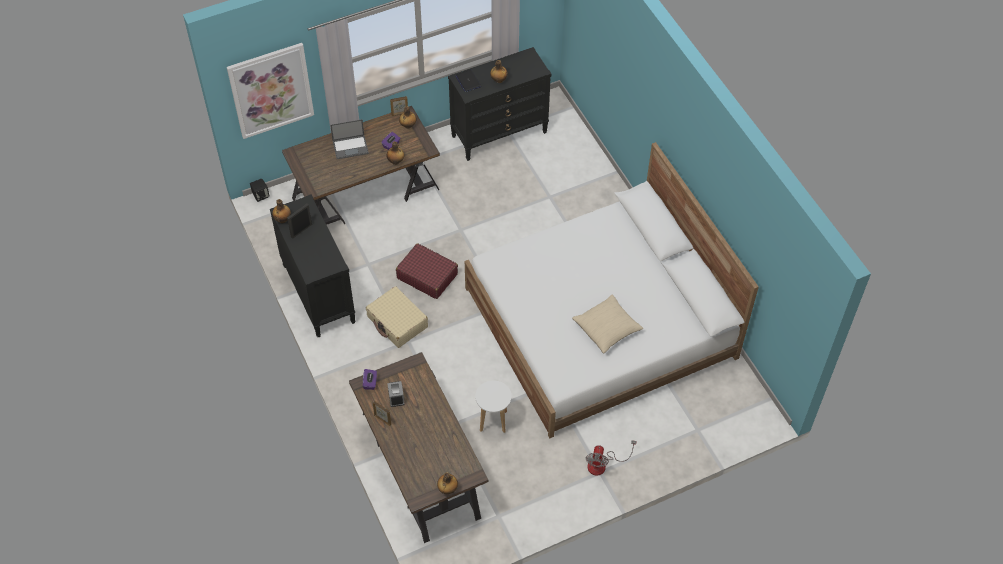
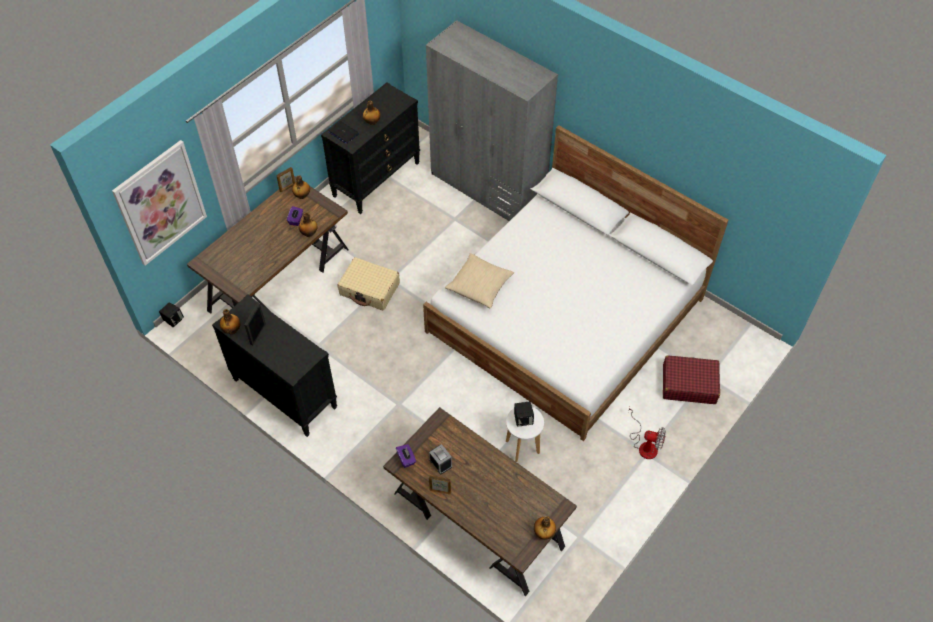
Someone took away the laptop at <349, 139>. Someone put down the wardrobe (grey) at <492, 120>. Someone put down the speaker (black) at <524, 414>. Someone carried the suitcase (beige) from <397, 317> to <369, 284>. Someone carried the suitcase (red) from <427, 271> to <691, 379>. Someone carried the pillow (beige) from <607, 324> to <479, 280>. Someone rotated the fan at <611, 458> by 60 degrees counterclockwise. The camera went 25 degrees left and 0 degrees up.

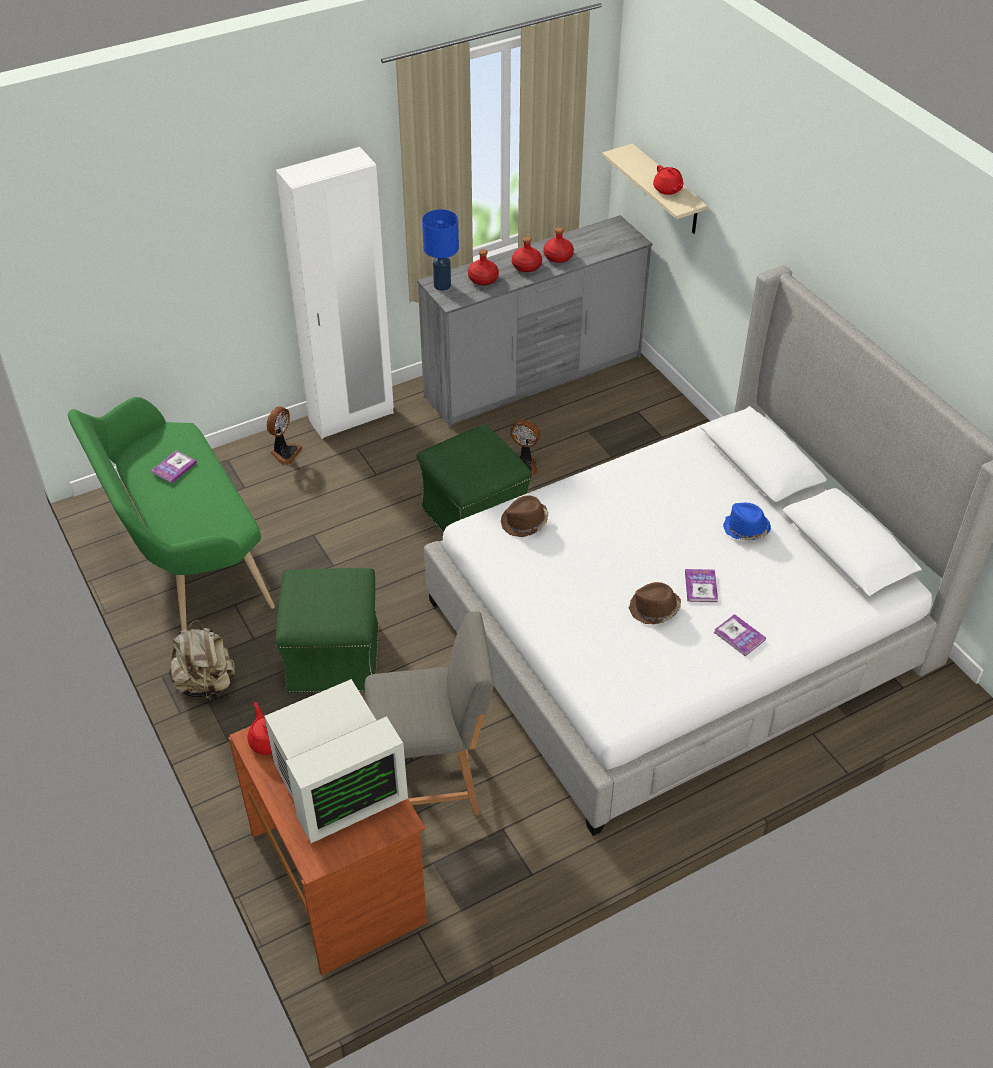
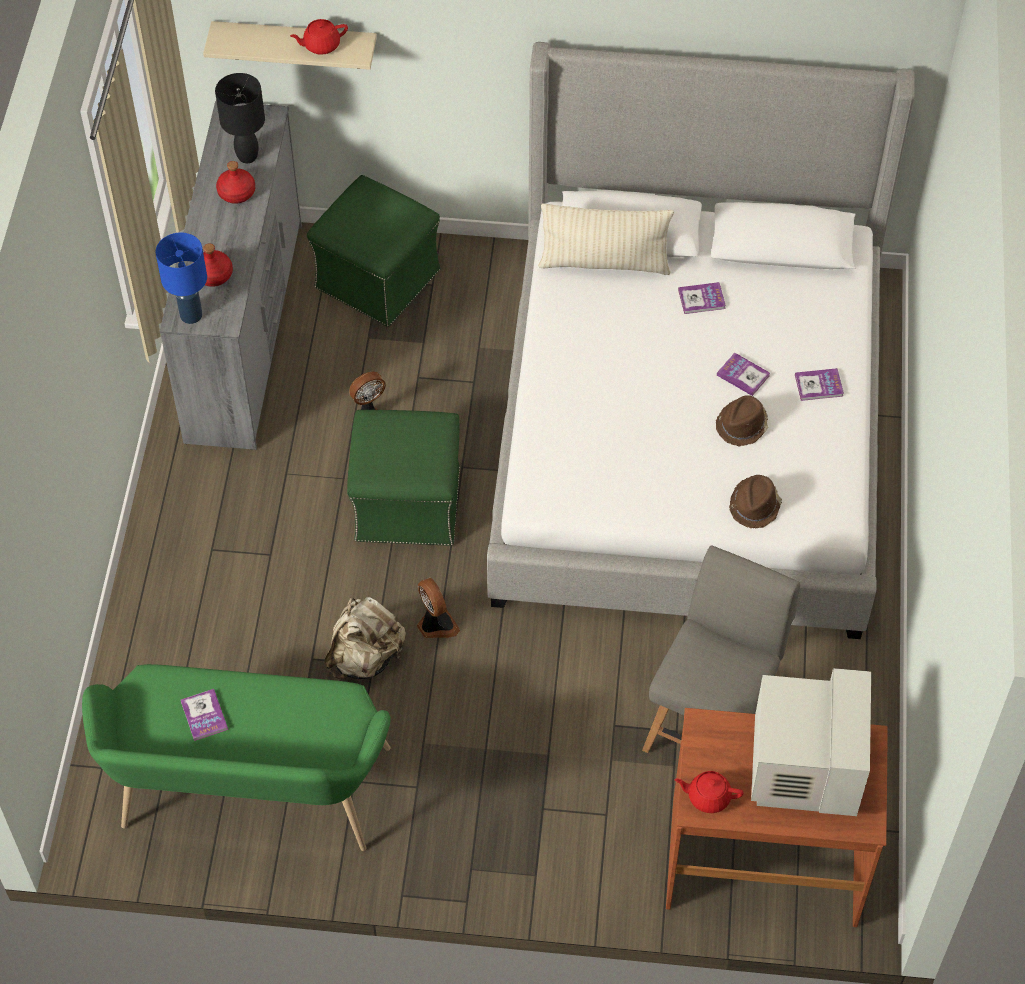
Someone took away the wardrobe (white) at <335, 293>. Someone took away the bottle (red) at <527, 254>. Someone put down the table lamp (black) at <240, 118>. Someone put down the pillow (beige) at <606, 239>. Someone carried the backpack (beige) from <201, 661> to <365, 638>. Someone carried the fan from <284, 435> to <438, 607>. Someone carried the ottoman (green) from <327, 630> to <373, 251>. Someone carried the hat (brown) from <524, 516> to <755, 501>. Someone swapped the hat (blue) at <747, 521> for the book at <702, 298>. Someone rotated the teapot (red) at <668, 180> by 150 degrees clockwise. The camera went 55 degrees left and 10 degrees up.

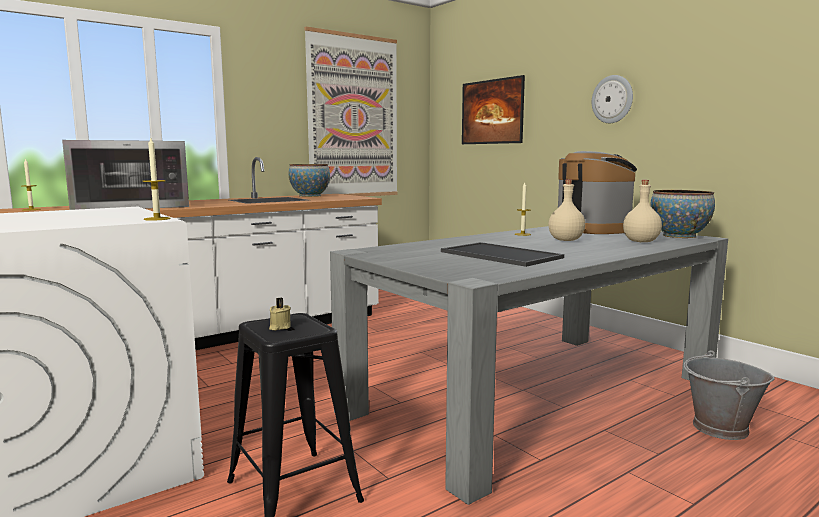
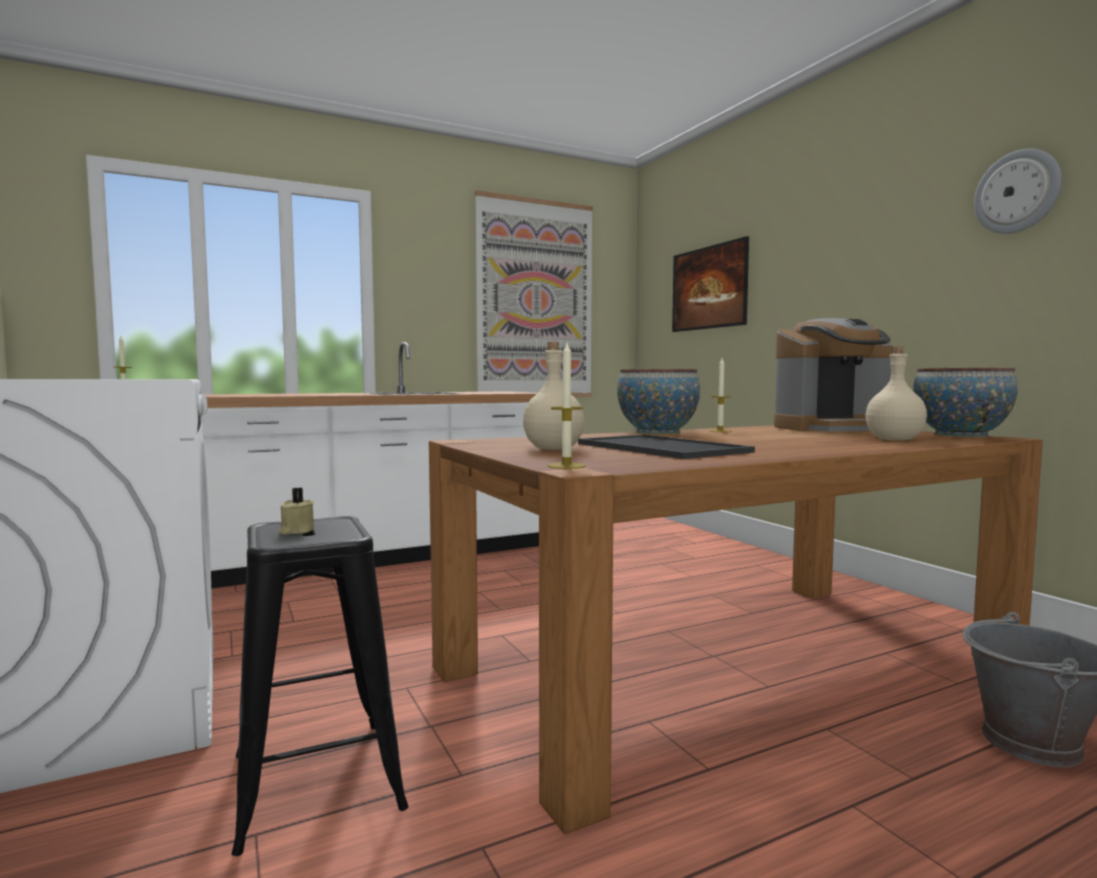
Someone took away the microwave at <125, 175>. Someone carried the candle from <157, 179> to <567, 406>. Someone carried the bowl from <309, 180> to <658, 402>. Someone carried the bottle (beige) from <567, 210> to <553, 396>. Someone carried the wall clock from <612, 99> to <1018, 191>. Someone repainted the dining table (grey) at <529, 365>, which became the dining table (brown) at <736, 629>. Someone rotated the coffee machine at <597, 192> by 90 degrees clockwise. The camera went 10 degrees right and 5 degrees down.

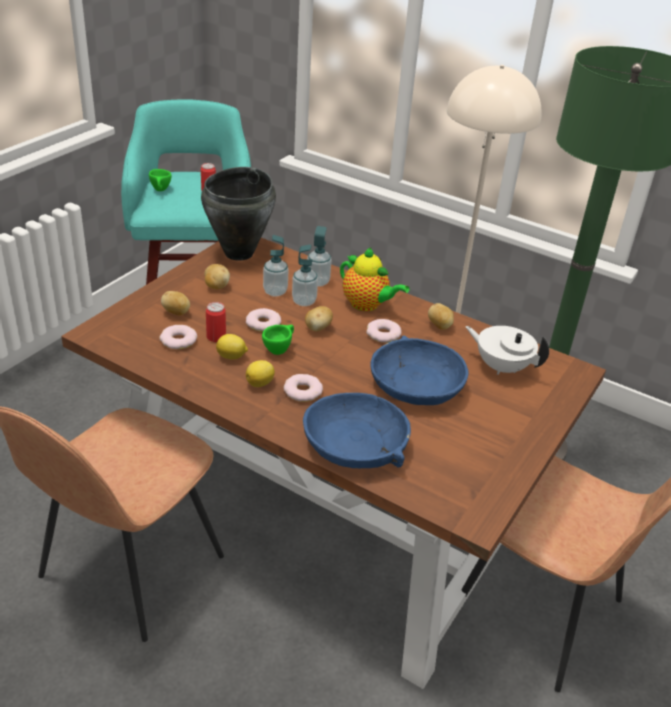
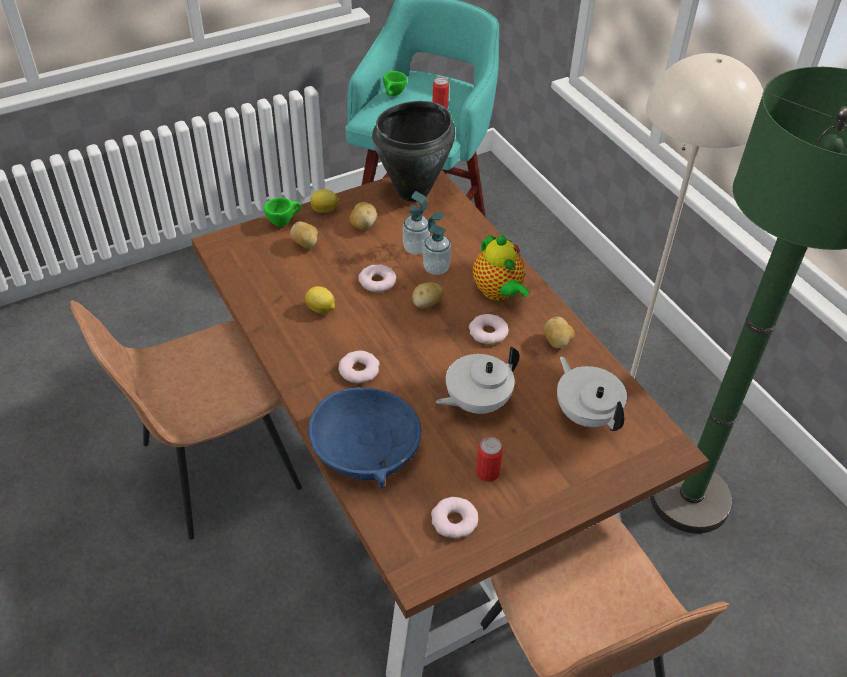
Someone took away the soap dispenser at <319, 256>. Someone carried the donut from <178, 337> to <454, 517>. Someone carried the can from <216, 322> to <489, 459>. Someone carried the lemon from <260, 373> to <325, 201>. Someone carried the cup (green) from <278, 340> to <282, 212>. Someone swapped the bowl (blue) at <419, 370> for the teapot (white) at <477, 380>. The camera went 30 degrees right and 10 degrees up.

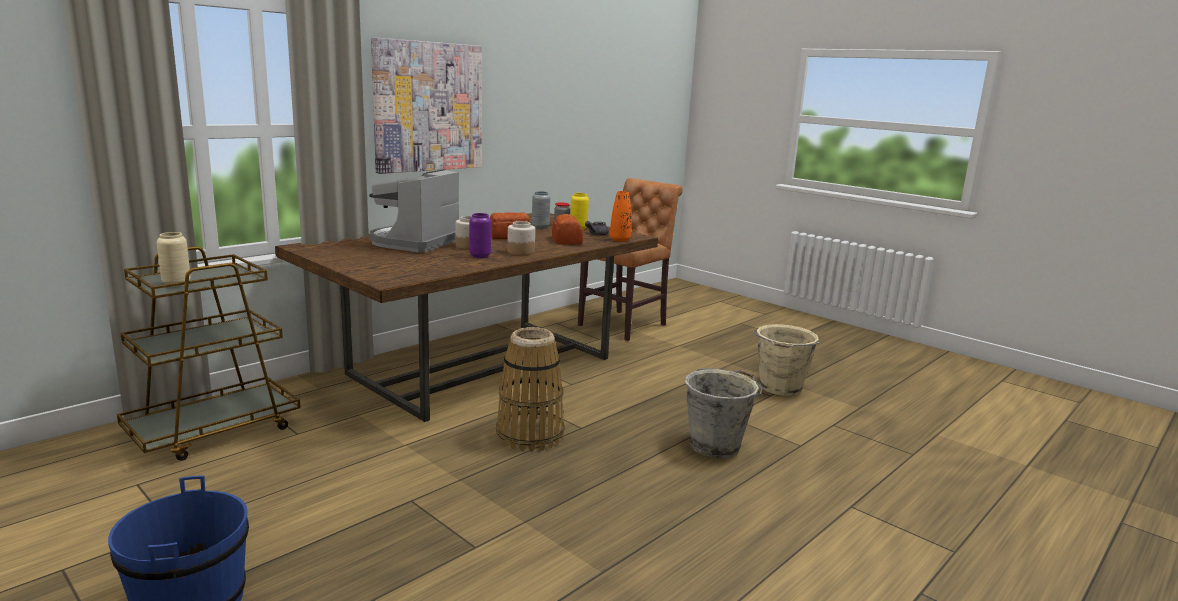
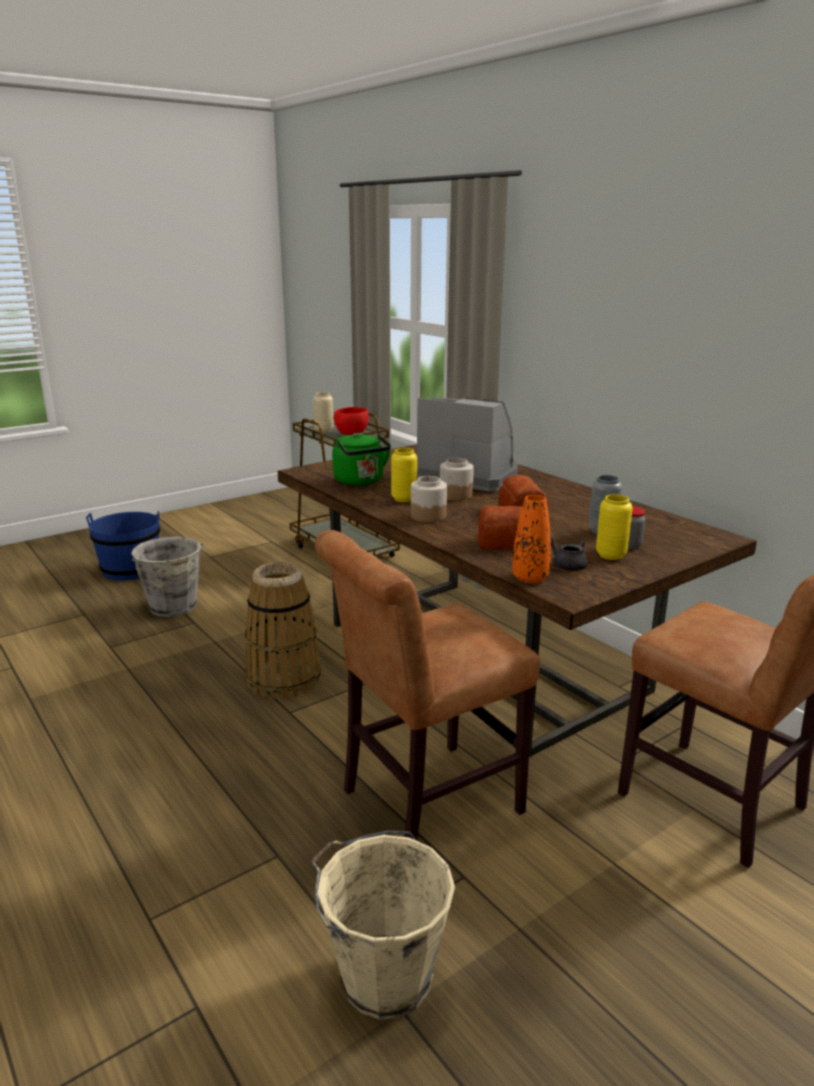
Someone took away the picture at <426, 105>. Someone put down the chair (brown) at <427, 685>. Someone put down the kettle (green) at <361, 459>. Someone put down the bowl (red) at <351, 421>. Someone carried the bucket (grey) from <723, 413> to <167, 577>. Someone repainted the vase (purple) at <480, 235>, which became the vase (yellow) at <404, 475>. The camera went 100 degrees right and 5 degrees up.

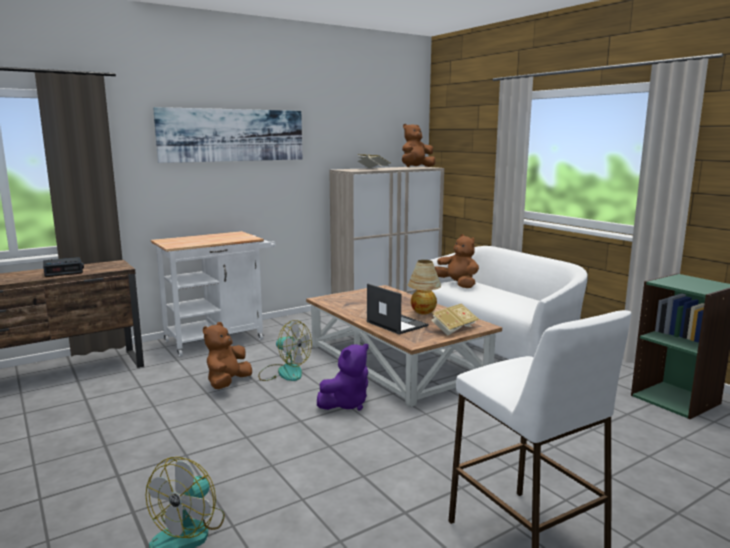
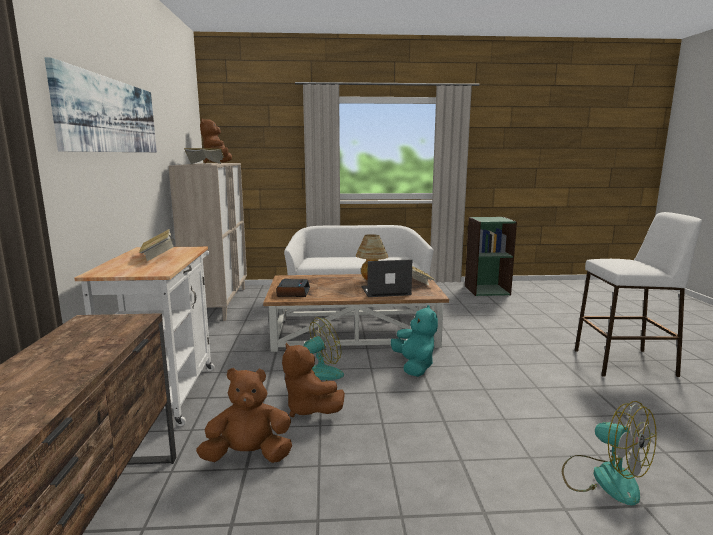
Someone put down the book at <157, 245>. Someone carried the alarm clock from <63, 267> to <293, 288>. Someone carried the plush toy (brown) from <456, 261> to <244, 415>. Someone repainted the plush toy (purple) at <343, 377>, which became the plush toy (turquoise) at <414, 341>. The camera went 60 degrees left and 0 degrees up.

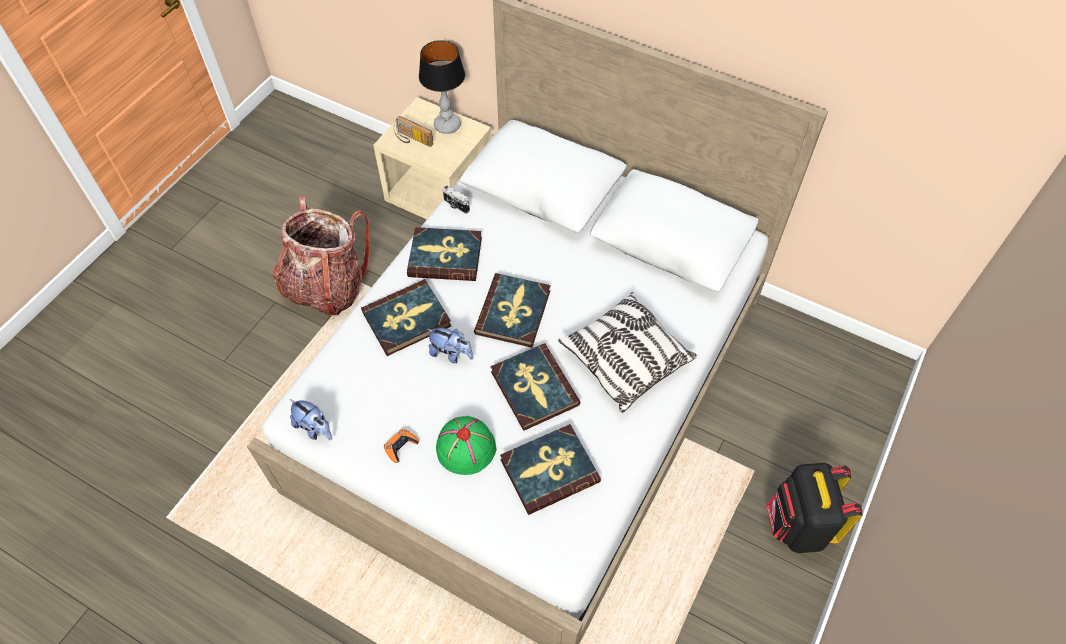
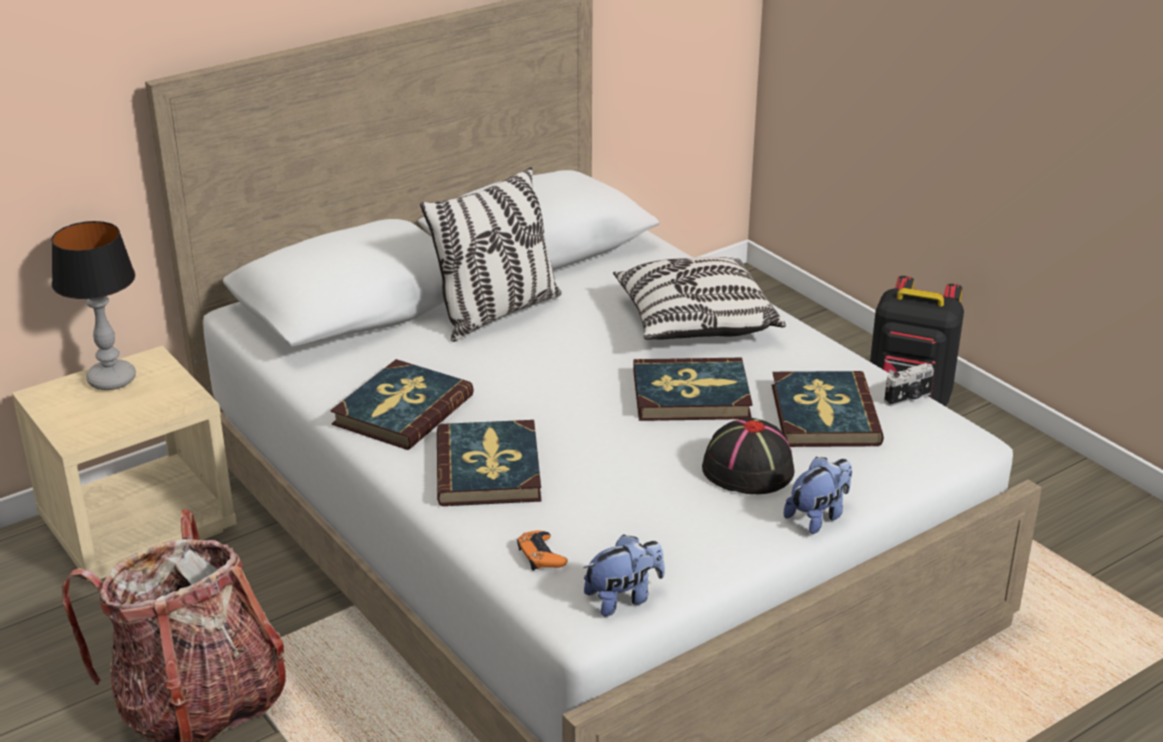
Someone took away the radio at <414, 131>. Someone took away the book at <512, 310>. Someone put down the pillow at <491, 254>. Someone carried the game controller (orange) from <401, 446> to <542, 550>. Someone carried the plush toy from <450, 345> to <818, 495>. Someone carried the photo camera from <456, 199> to <909, 384>. Someone repainted the hat (green) at <466, 445>, which became the hat (black) at <748, 455>. The camera went 65 degrees left and 25 degrees down.

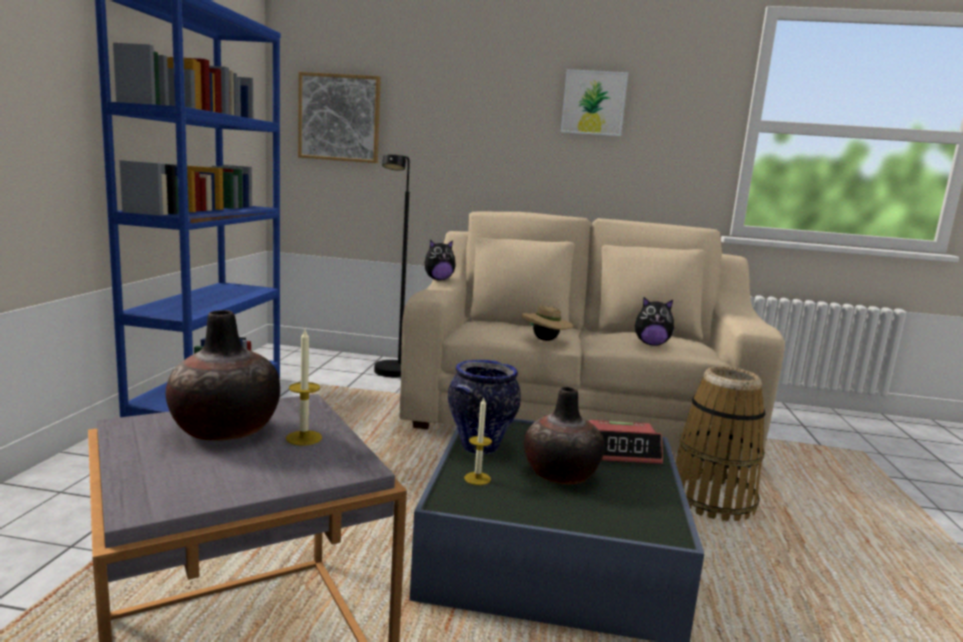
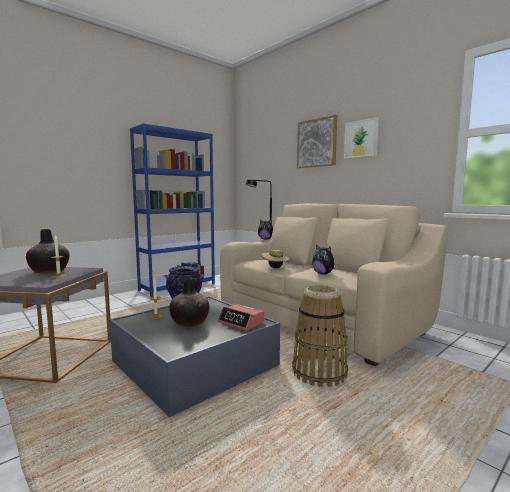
Someone carried the picture from <339, 117> to <317, 141>. The camera went 40 degrees right and 5 degrees down.

